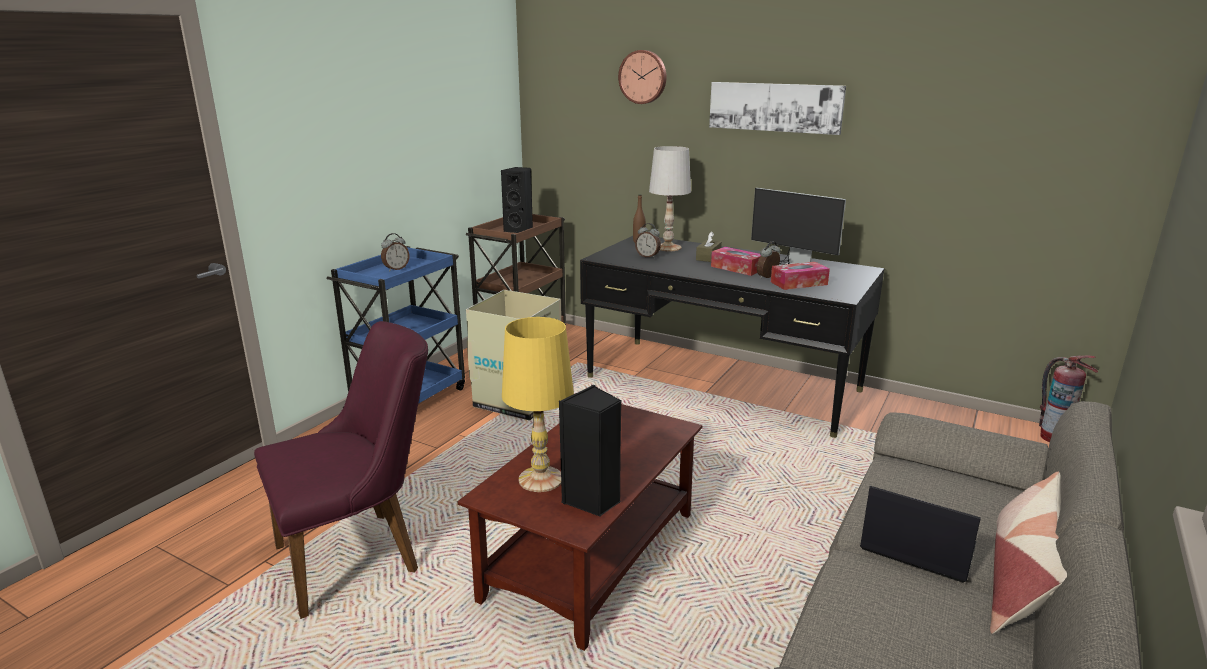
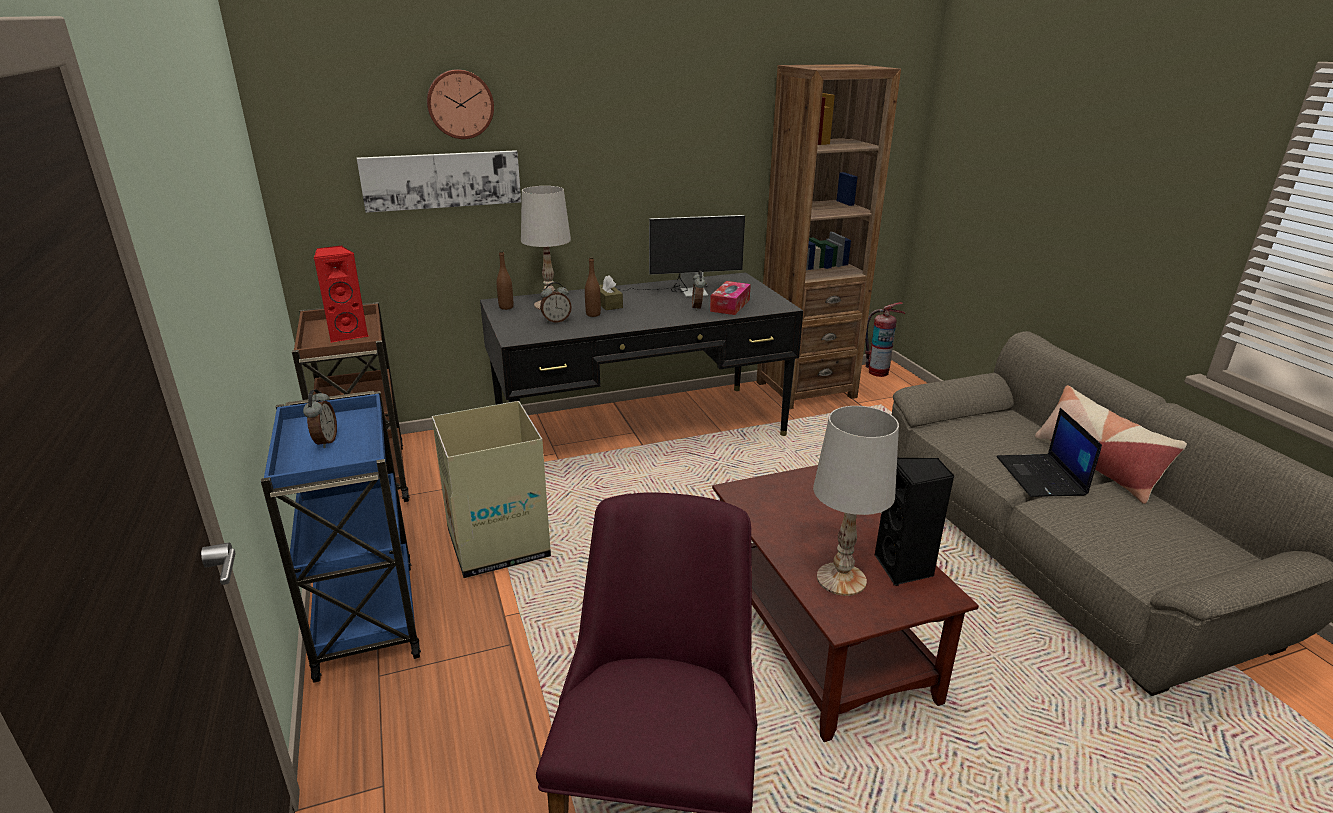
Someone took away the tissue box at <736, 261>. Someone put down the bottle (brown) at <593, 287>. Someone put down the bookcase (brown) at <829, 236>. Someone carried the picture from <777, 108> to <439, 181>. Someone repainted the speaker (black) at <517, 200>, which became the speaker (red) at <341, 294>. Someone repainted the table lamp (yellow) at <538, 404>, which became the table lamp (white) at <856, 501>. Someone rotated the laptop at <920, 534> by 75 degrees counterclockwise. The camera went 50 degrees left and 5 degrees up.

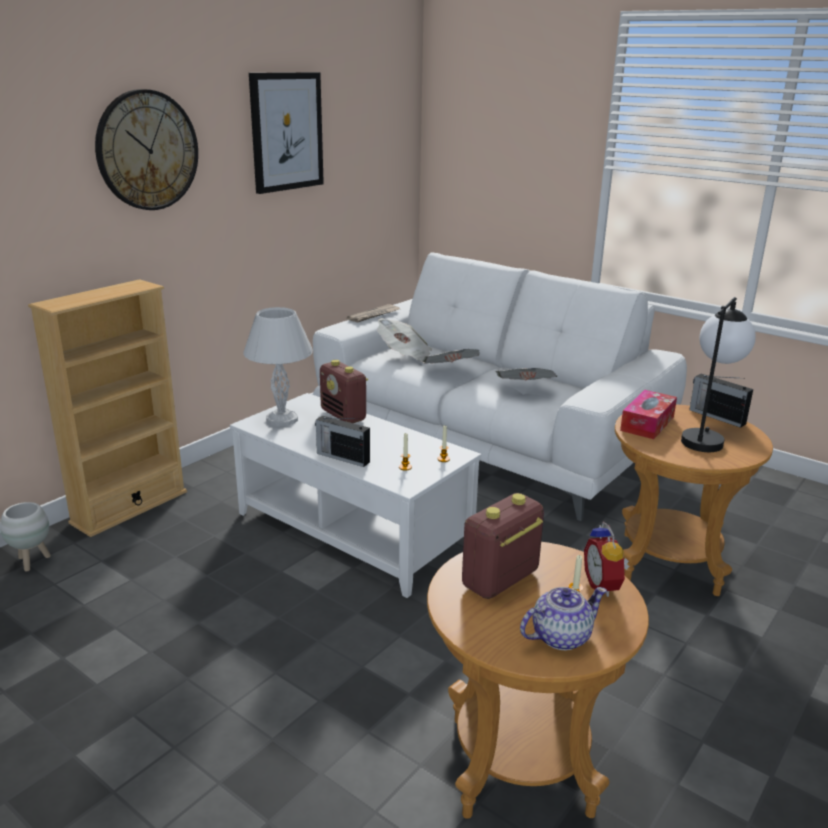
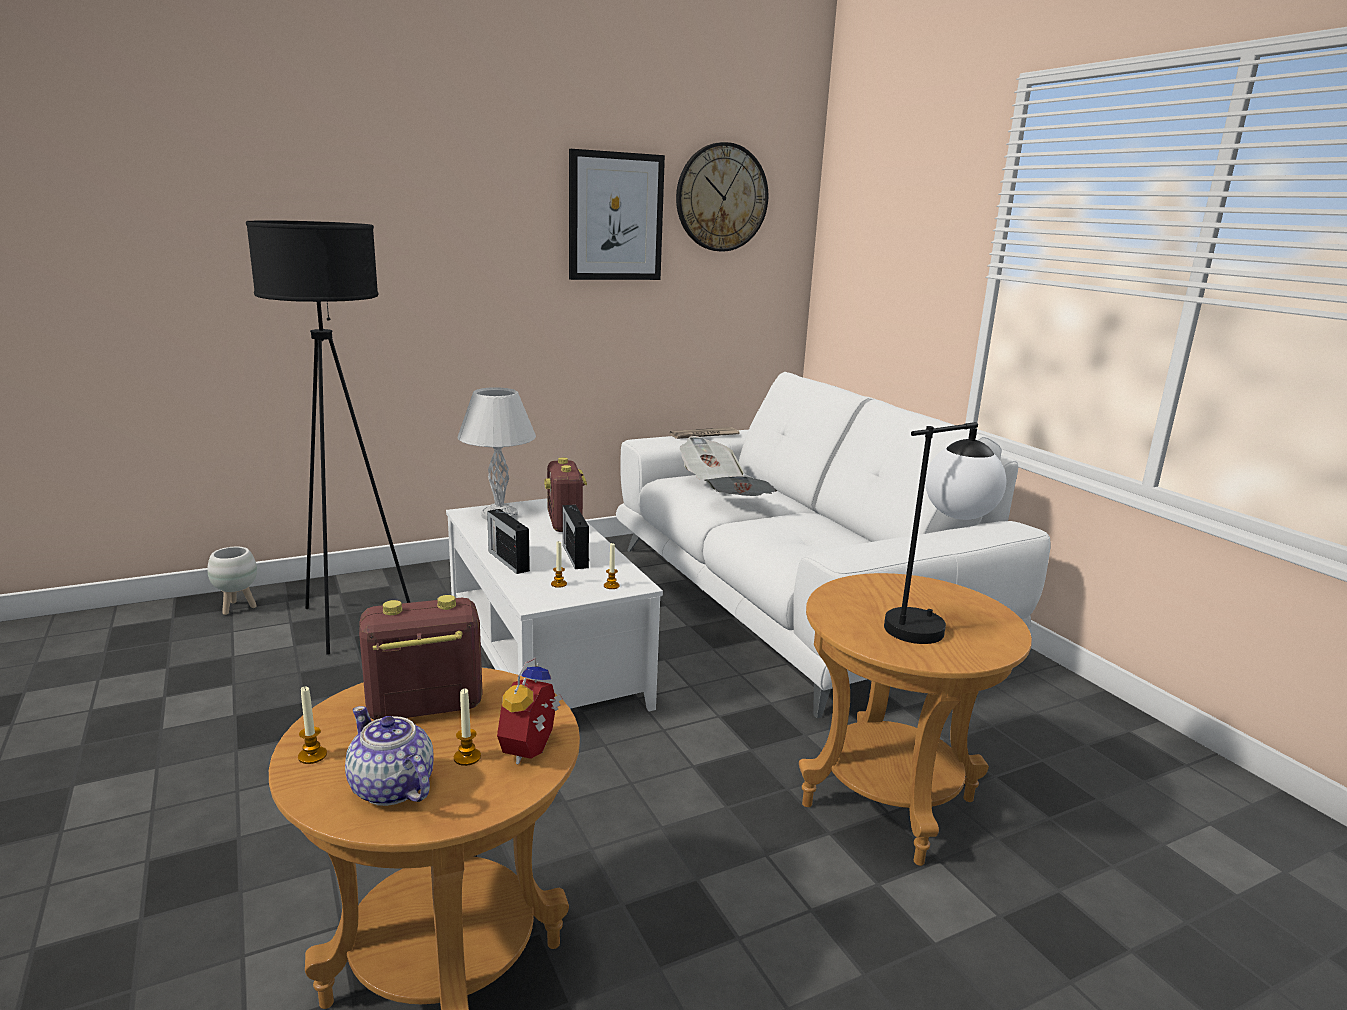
Someone took away the bookcase (beige) at <107, 408>. Someone took away the newspaper at <526, 374>. Someone took away the tissue box at <648, 414>. Someone put down the floor lamp (black) at <328, 437>. Someone put down the candle at <312, 725>. Someone carried the wall clock from <146, 149> to <722, 197>. Someone carried the radio from <721, 401> to <576, 537>. Someone rotated the teapot at <563, 618> by 135 degrees counterclockwise. The camera went 25 degrees right and 5 degrees down.

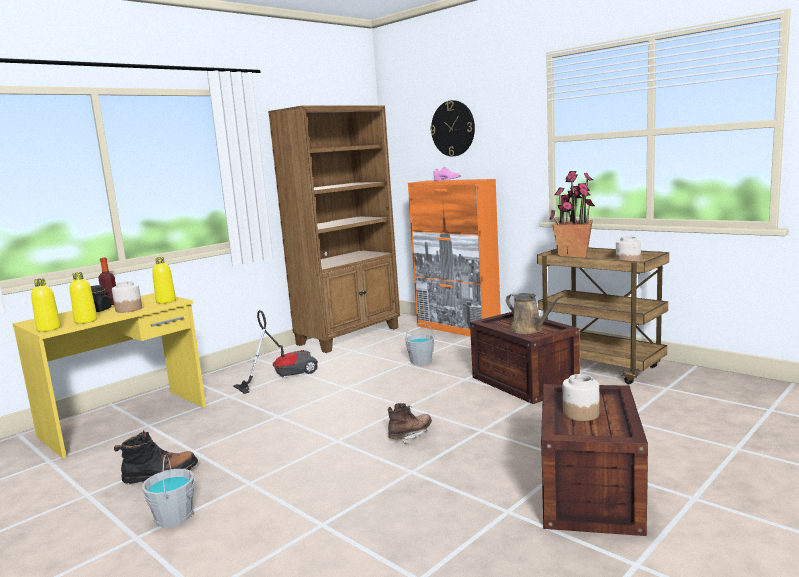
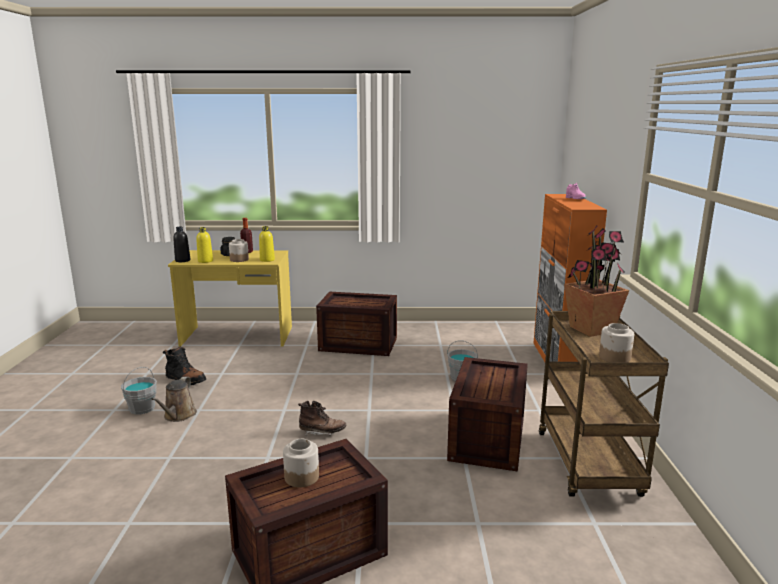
Someone took away the bookcase (brown) at <334, 229>. Someone took away the wall clock at <452, 128>. Someone carried the watering can (brown) from <534, 313> to <174, 399>. Someone swapped the vacuum cleaner at <275, 352> for the crate at <356, 324>. Someone repainted the bottle (yellow) at <46, 305>, which became the bottle (black) at <181, 244>. The camera went 45 degrees right and 5 degrees up.

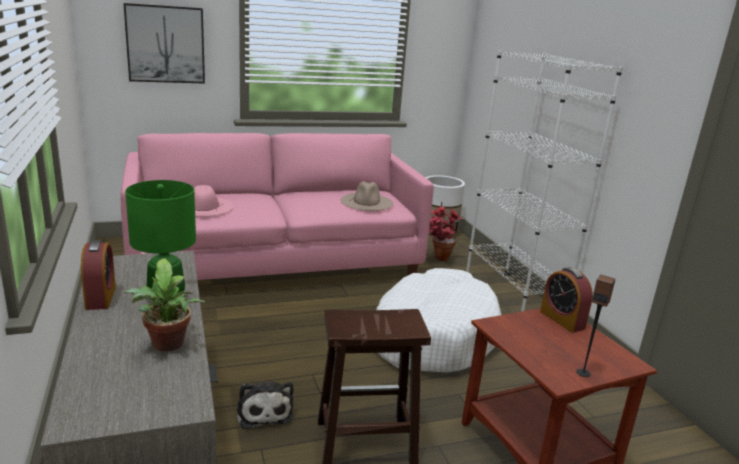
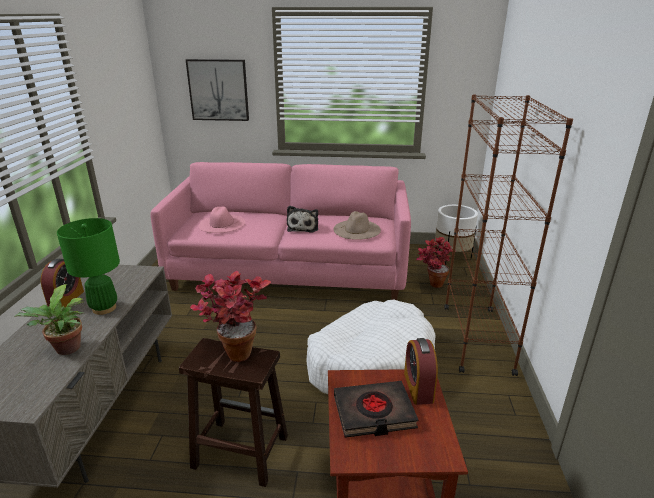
Someone took away the speaker at <596, 326>. Someone put down the potted plant at <230, 316>. Someone put down the book (black) at <376, 409>. Someone carried the plush toy from <265, 405> to <302, 219>. Someone repainted the bookcase (white) at <544, 181>, which became the bookcase (brown) at <508, 235>. The camera went 25 degrees right and 5 degrees up.

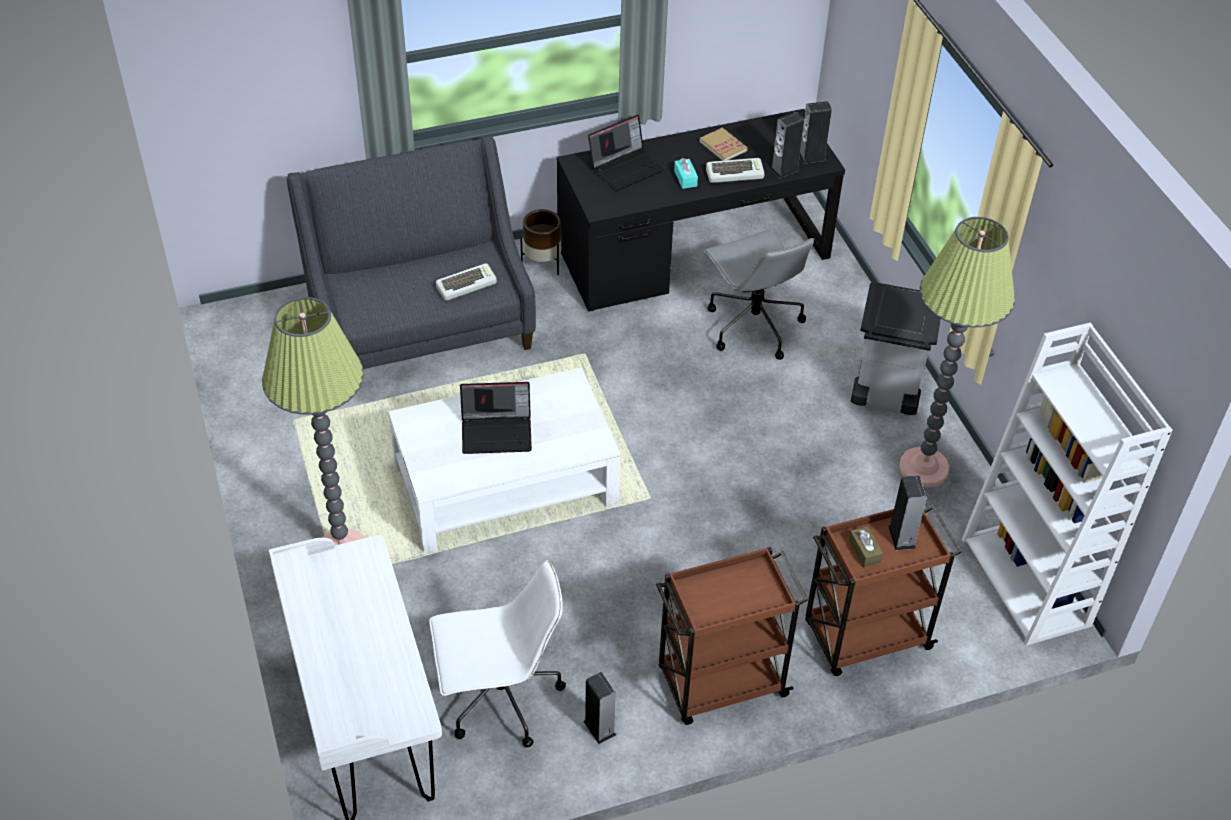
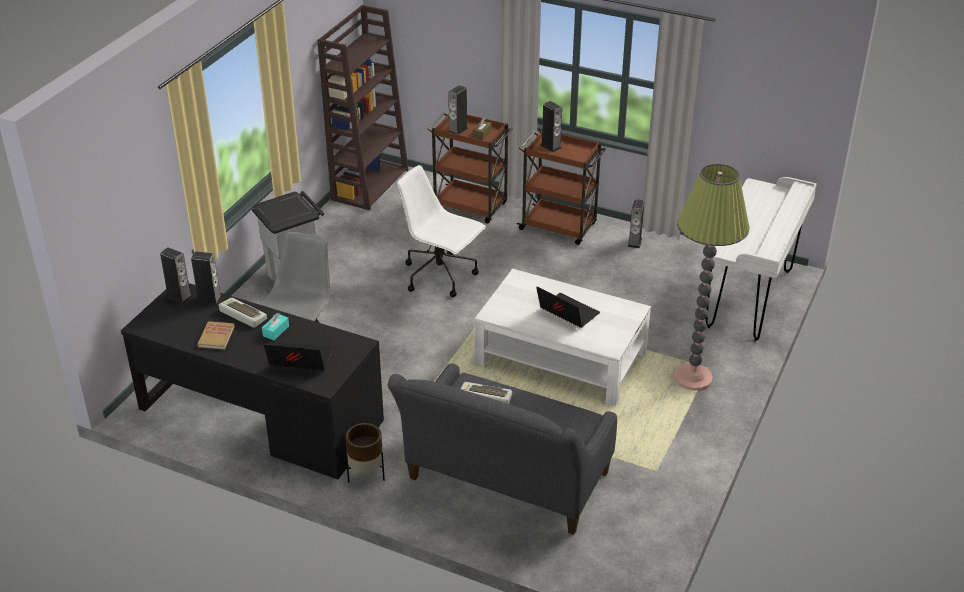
Someone took away the floor lamp at <957, 352>. Someone put down the speaker at <551, 126>. Someone carried the office chair (white) from <497, 653> to <441, 231>. Someone repainted the bookcase (white) at <1067, 484>, which became the bookcase (brown) at <363, 107>. The camera went 135 degrees left and 10 degrees down.

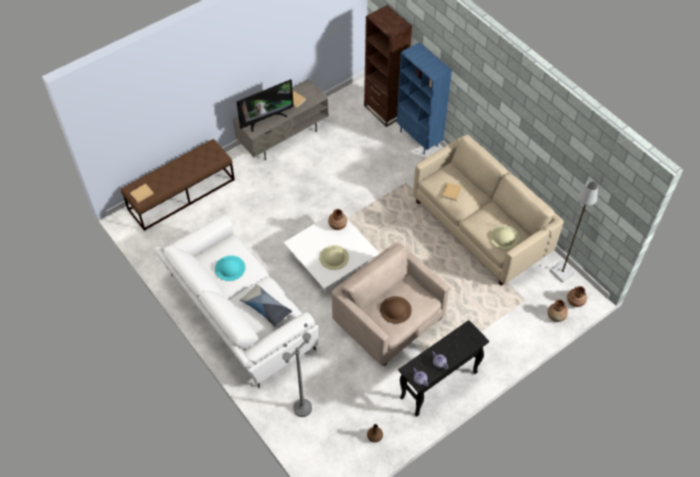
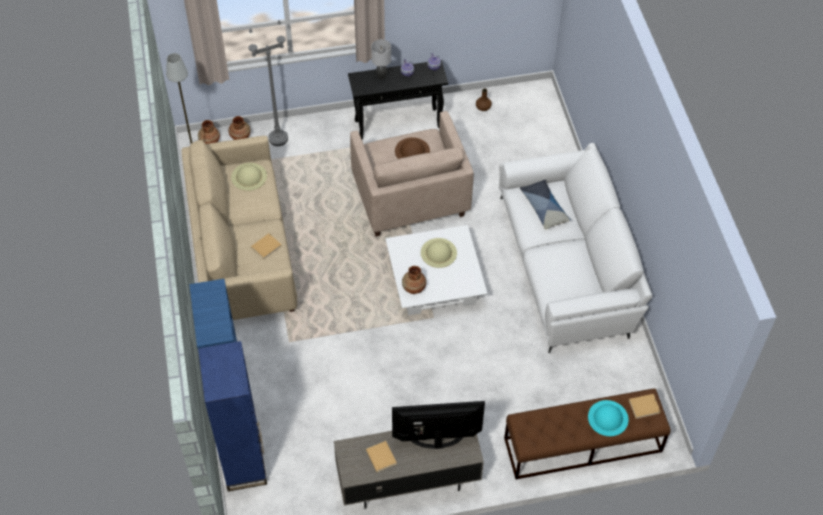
Someone put down the table lamp (grey) at <381, 59>. Someone carried the hat (turquoise) from <230, 268> to <608, 418>. Someone carried the floor lamp (grey) from <297, 370> to <268, 83>. Someone repainted the bookcase (brown) at <388, 66>, which became the bookcase (blue) at <232, 416>. The camera went 155 degrees left and 0 degrees up.

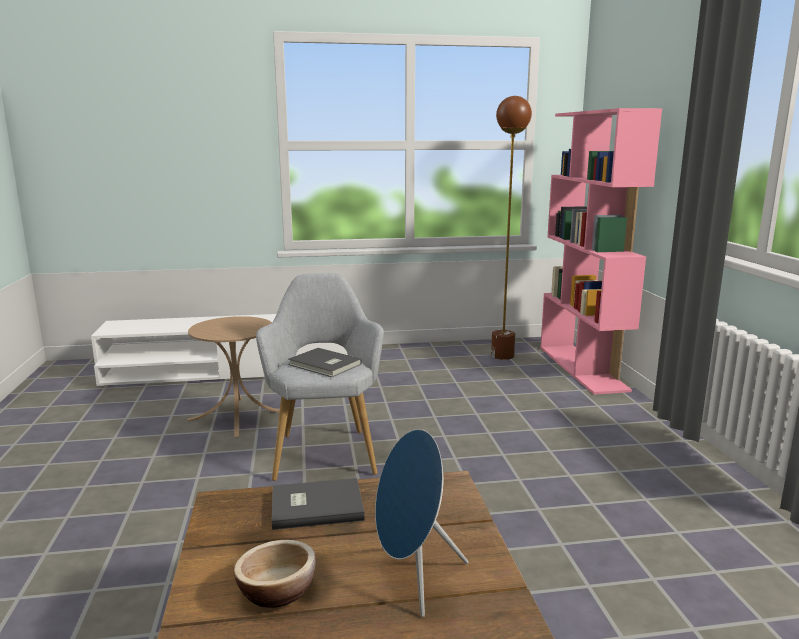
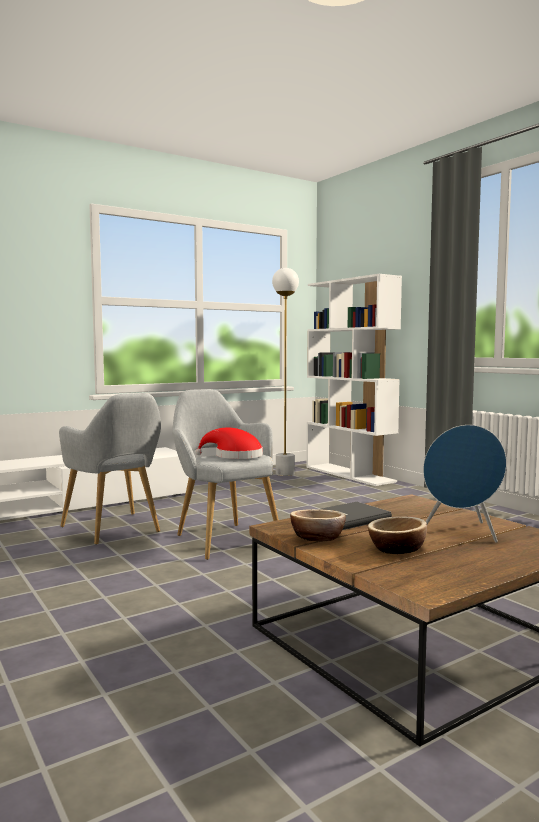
Someone put down the bowl at <318, 525>. Someone swapped the side table (beige) at <233, 377> for the armchair (grey) at <110, 469>. Someone swapped the book (grey) at <325, 362> for the hat (red) at <229, 443>. Someone repainted the floor lamp (brown) at <511, 228>, which became the floor lamp (white) at <285, 372>. Someone repainted the bookcase (pink) at <601, 251>, which became the bookcase (white) at <354, 380>. The camera went 25 degrees left and 10 degrees down.

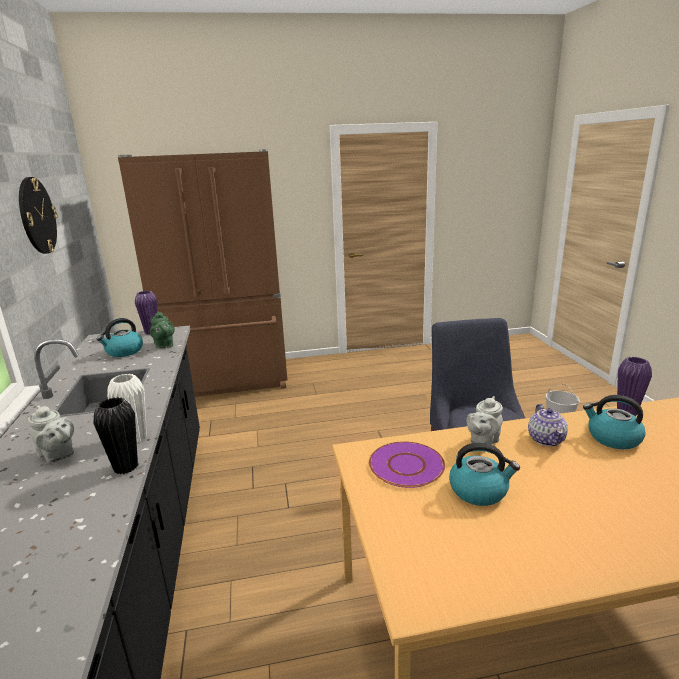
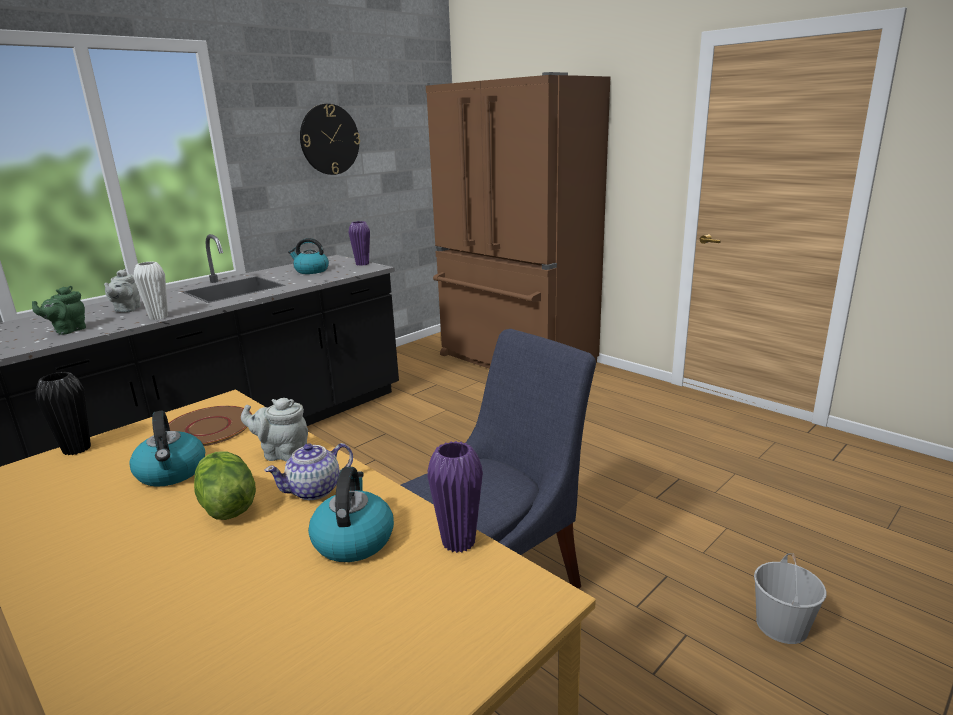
Someone put down the lettuce at <225, 485>. Someone carried the vase (black) from <115, 435> to <63, 413>. Someone carried the teapot (green) from <162, 329> to <59, 310>. Someone repainted the plate (purple) at <407, 464>, which became the plate (brown) at <210, 426>. The camera went 55 degrees right and 0 degrees up.

